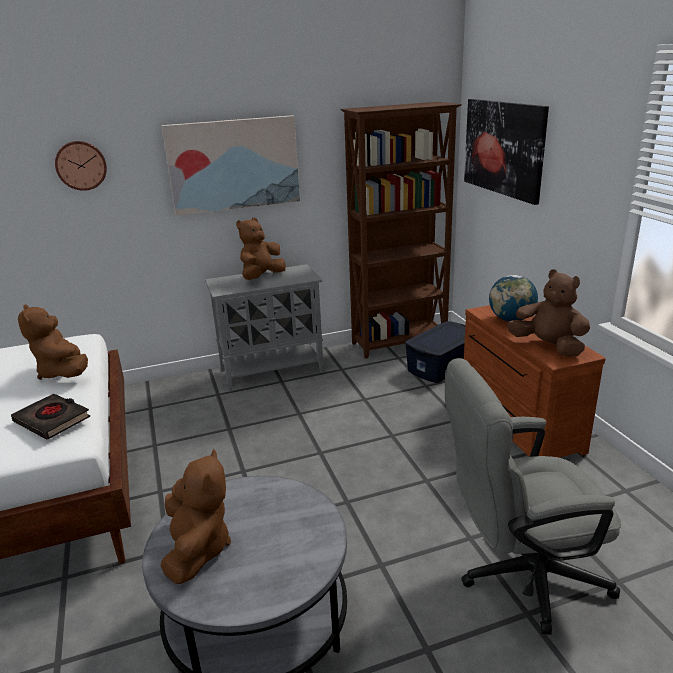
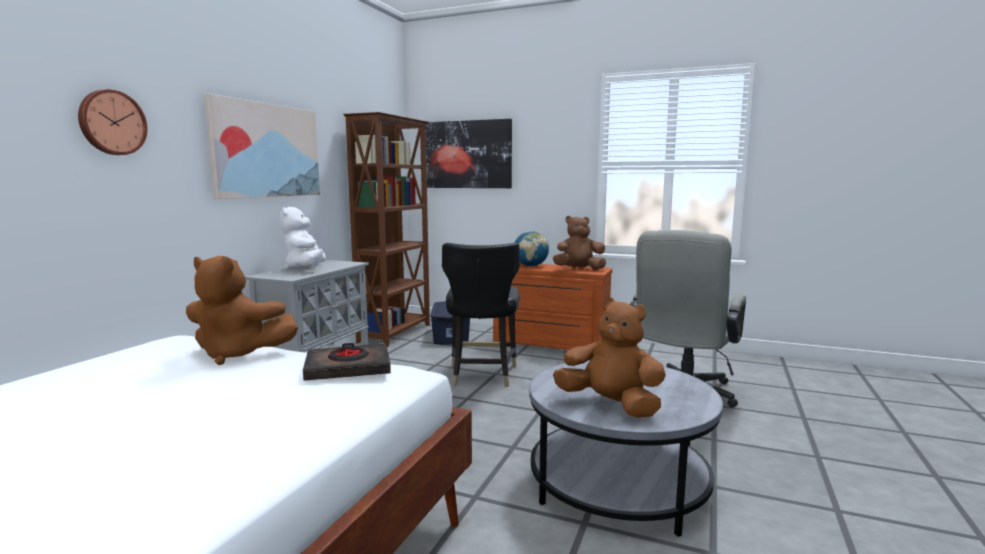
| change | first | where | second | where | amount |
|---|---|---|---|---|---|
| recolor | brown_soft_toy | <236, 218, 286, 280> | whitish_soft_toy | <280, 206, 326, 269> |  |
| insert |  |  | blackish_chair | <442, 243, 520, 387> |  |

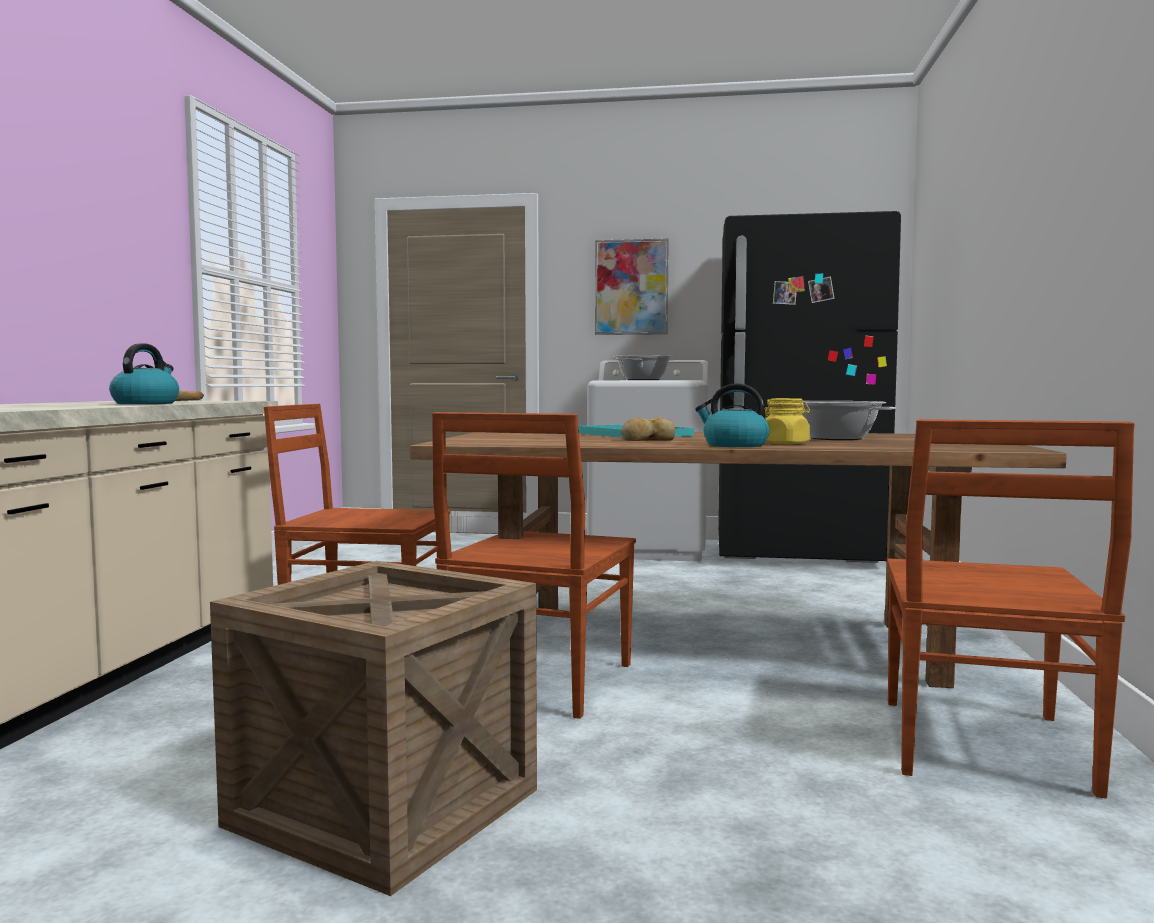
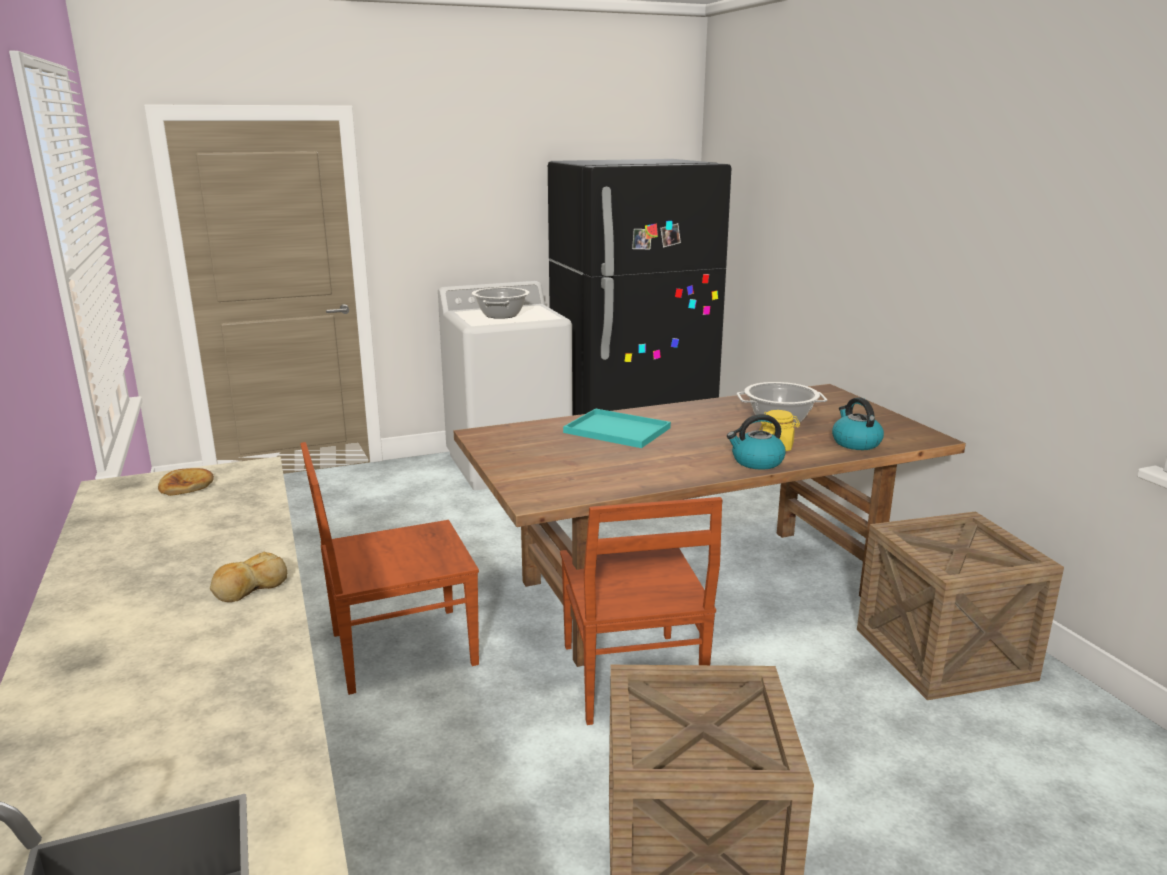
| change | first | where | second | where | amount |
|---|---|---|---|---|---|
| delete | wall_art | <595, 238, 669, 335> |  |  |  |
| move | kettle | <109, 343, 179, 404> |  | <832, 397, 884, 450> |  |
| move | bakery_bread | <621, 417, 675, 441> |  | <210, 551, 287, 602> |  |
| replace | brown_chair | <887, 419, 1135, 798> | packing_crate | <857, 511, 1064, 700> |  |

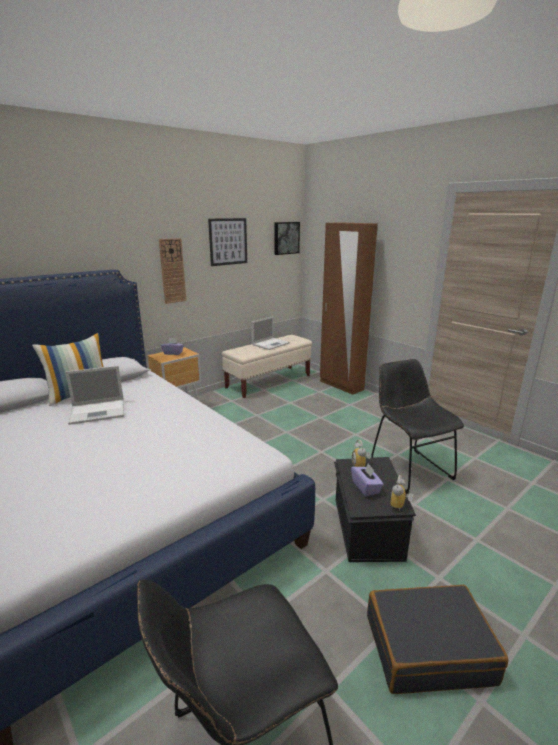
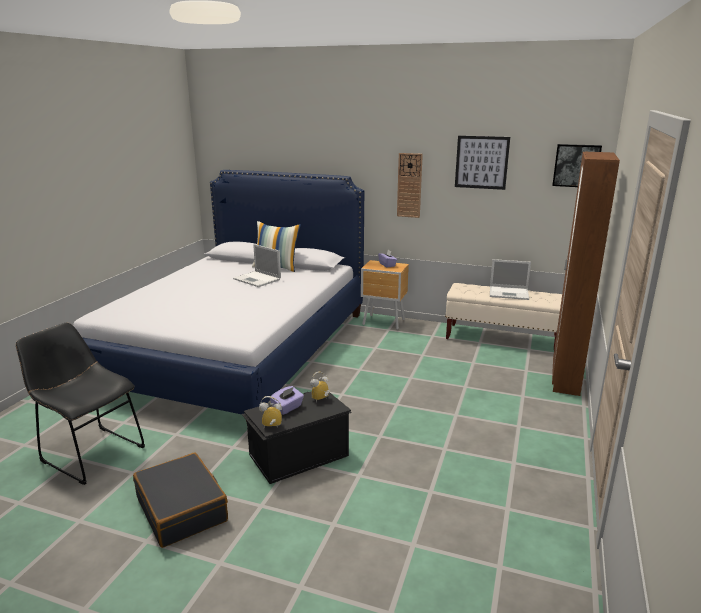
| change | first | where | second | where | amount |
|---|---|---|---|---|---|
| delete | blackish_chair | <371, 359, 464, 494> |  |  |  |

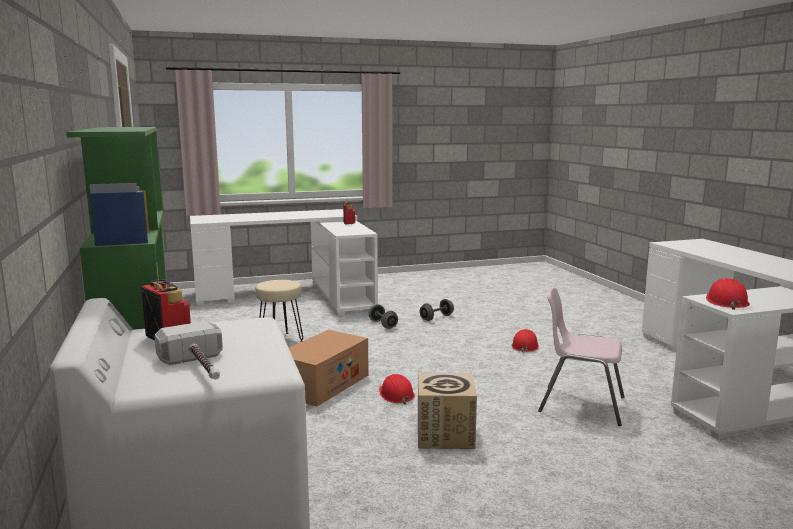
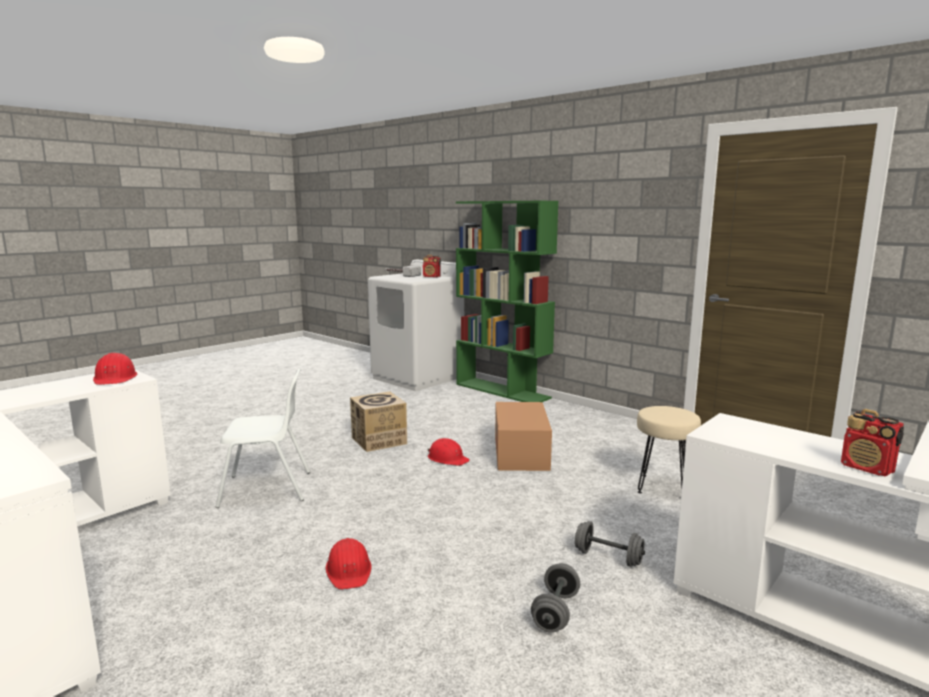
| change | first | where | second | where | amount |
|---|---|---|---|---|---|
| recolor | pink-coloured_chair | <538, 287, 625, 426> | whitish_chair | <216, 369, 310, 508> |  |

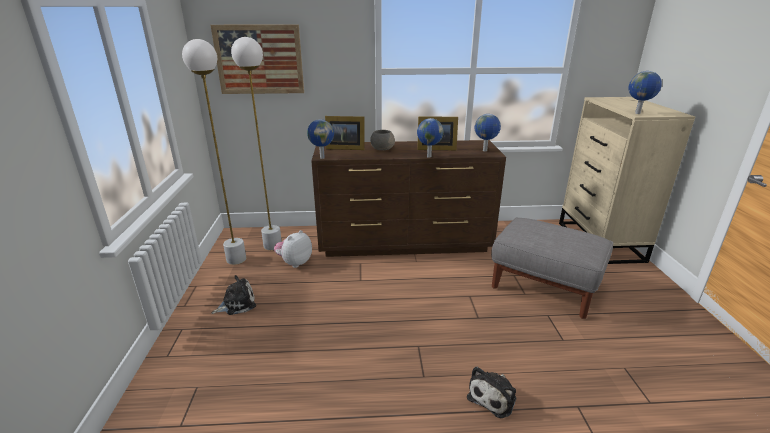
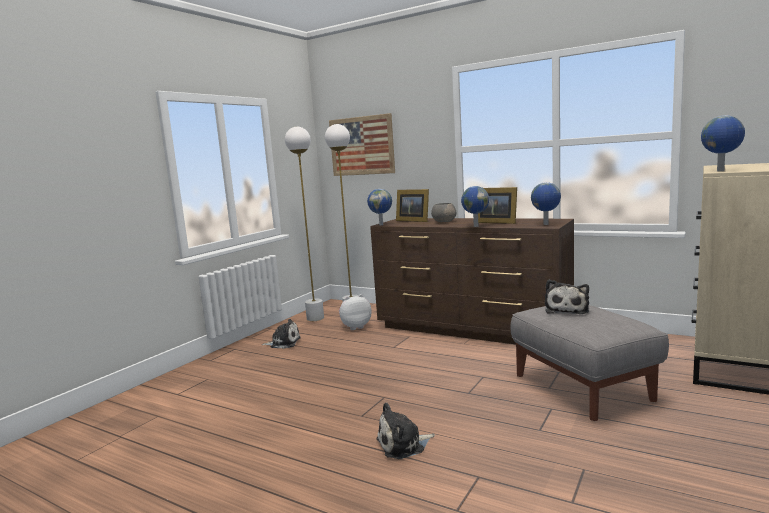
| change | first | where | second | where | amount |
|---|---|---|---|---|---|
| insert |  |  | soft_toy | <545, 280, 589, 314> |  |

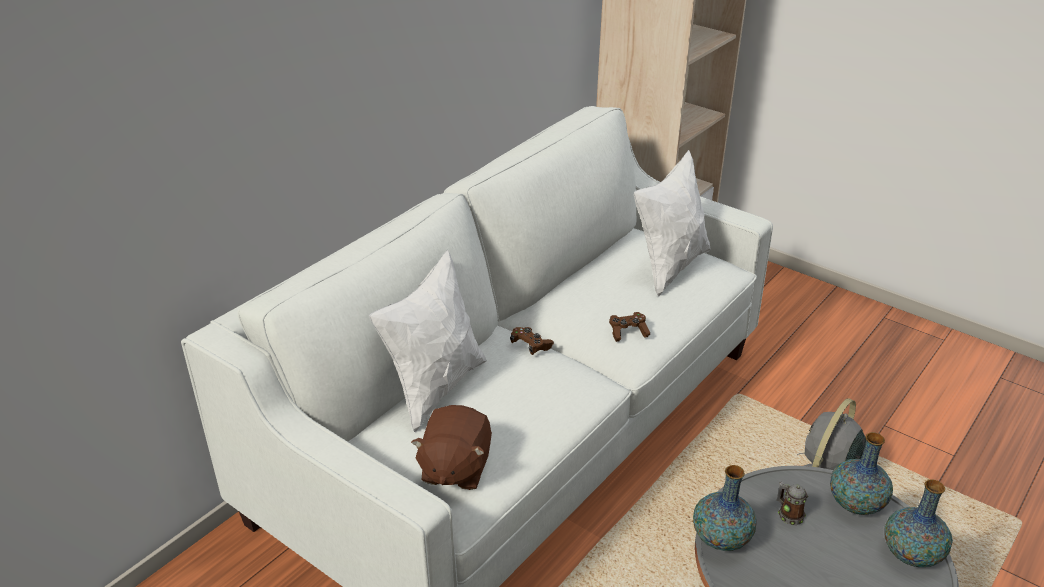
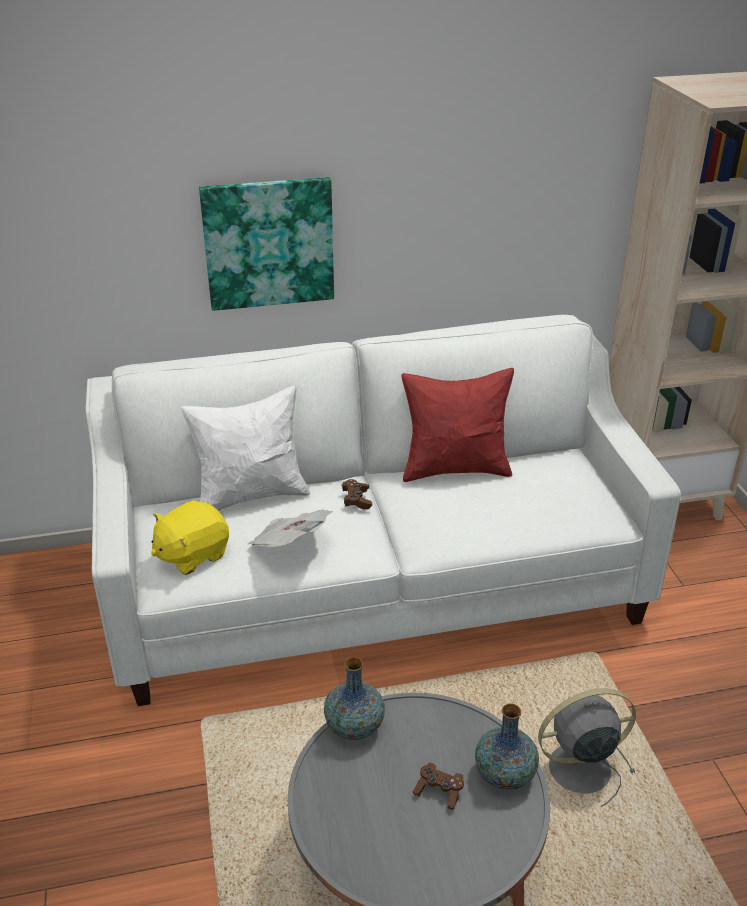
| change | first | where | second | where | amount |
|---|---|---|---|---|---|
| delete | whitish_cushion | <634, 150, 711, 297> |  |  |  |
| move | brown_gamepad | <609, 312, 650, 342> |  | <413, 763, 464, 810> |  |
| recolor | brown_soft_toy | <411, 405, 492, 490> | yellow_soft_toy | <151, 500, 229, 575> |  |
| delete | flower_vase | <884, 479, 953, 567> |  |  |  |
| delete | mug | <776, 482, 808, 525> |  |  |  |
| insert |  |  | wall_art | <199, 177, 334, 311> |  |
| insert |  |  | red_cushion | <402, 368, 514, 482> |  |
| insert |  |  | printed_paper | <248, 510, 333, 547> |  |

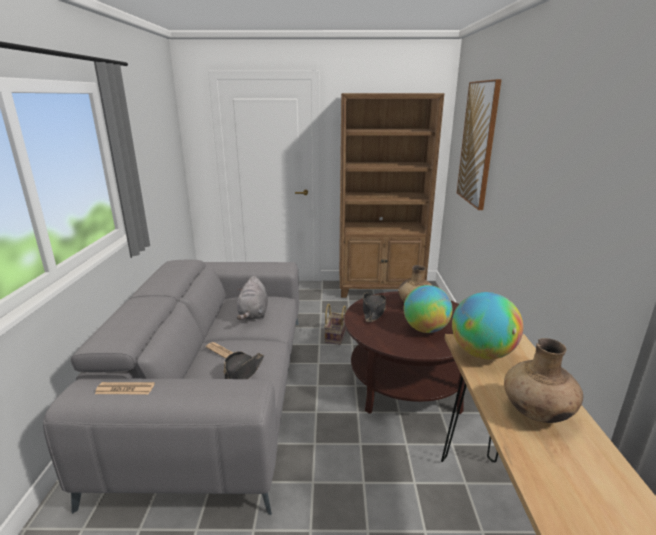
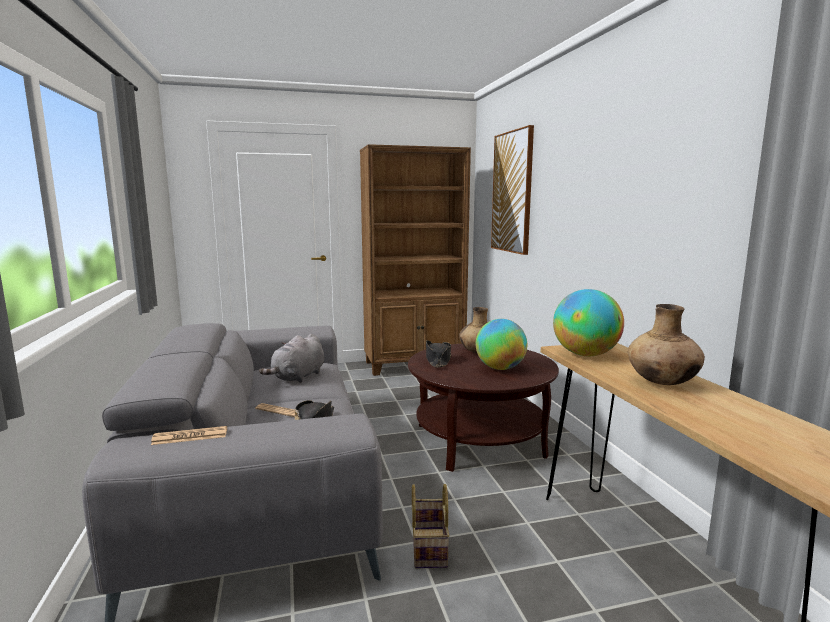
| change | first | where | second | where | amount |
|---|---|---|---|---|---|
| rotate | gray_soft_toy | <237, 276, 268, 320> |  | <259, 334, 324, 383> | 45 degrees clockwise |
| move | basket | <324, 304, 346, 345> |  | <412, 484, 450, 568> |  |

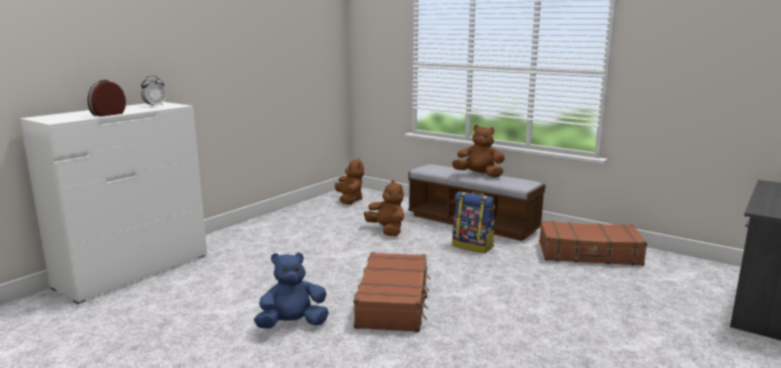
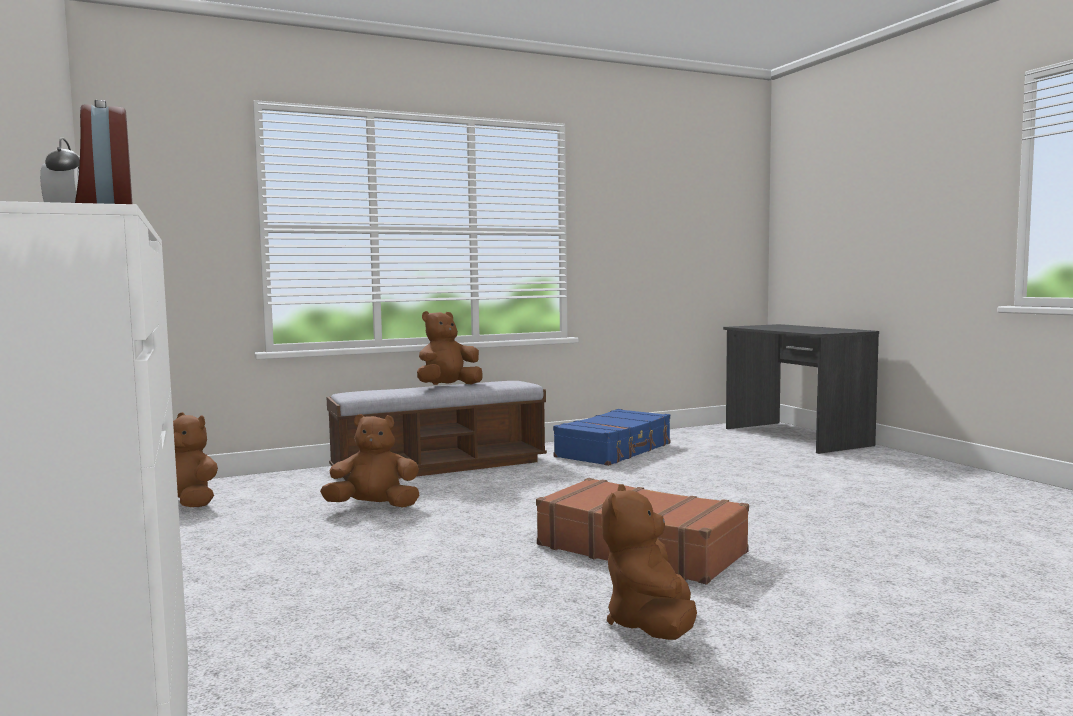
| change | first | where | second | where | amount |
|---|---|---|---|---|---|
| delete | rucksack | <452, 192, 495, 253> |  |  |  |
| recolor | brown_travel_case | <539, 220, 647, 266> | bluish_travel_case | <553, 409, 670, 466> |  |
| recolor | bluish_soft_toy | <254, 252, 329, 329> | brown_soft_toy | <601, 484, 697, 640> |  |

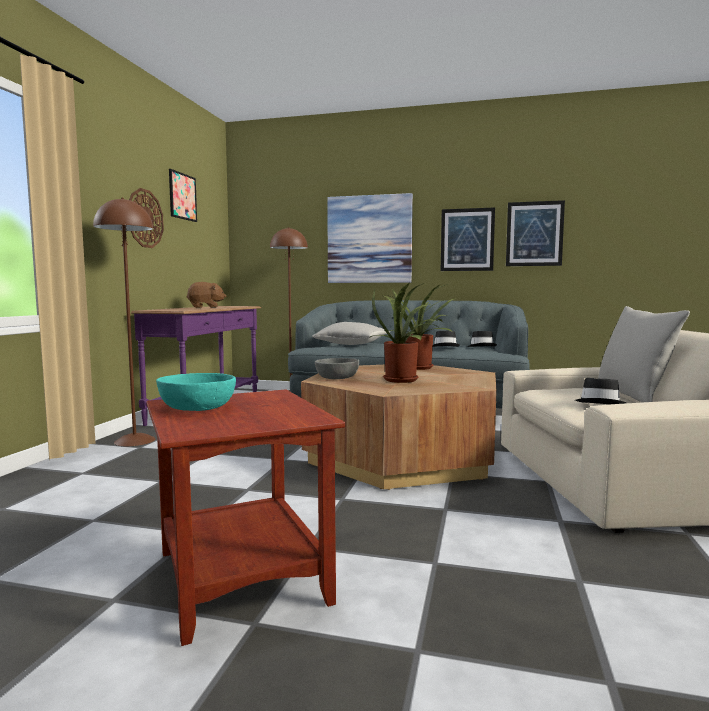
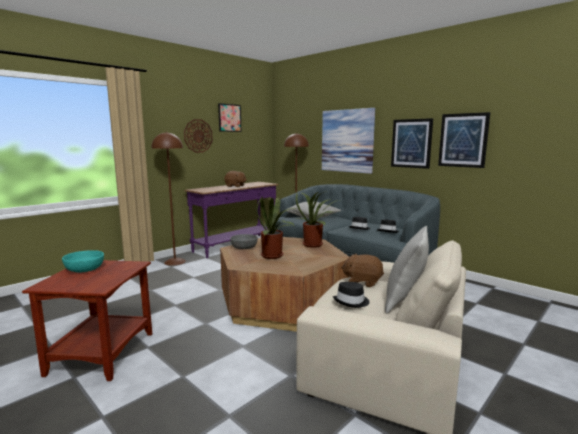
| change | first | where | second | where | amount |
|---|---|---|---|---|---|
| insert |  |  | brown_soft_toy | <341, 254, 384, 287> |  |

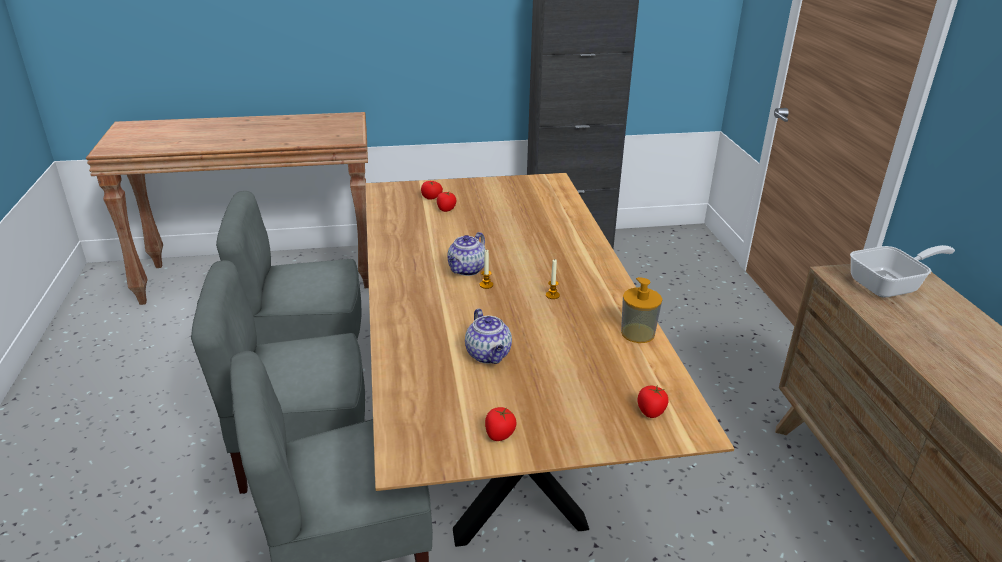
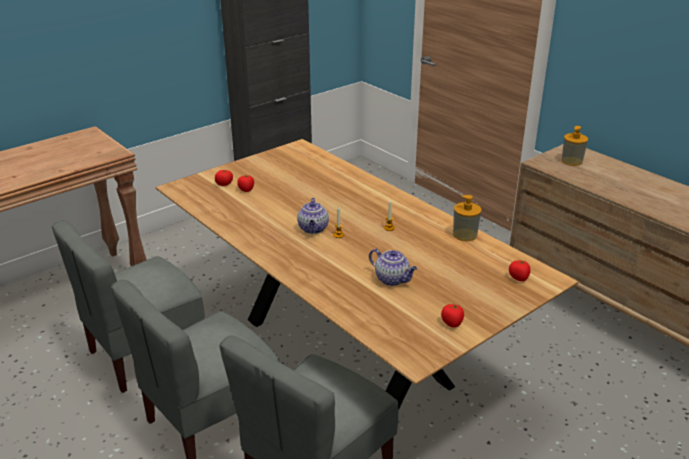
| change | first | where | second | where | amount |
|---|---|---|---|---|---|
| replace | frying_pan | <850, 245, 955, 297> | soap_dispenser | <562, 126, 588, 166> |  |

